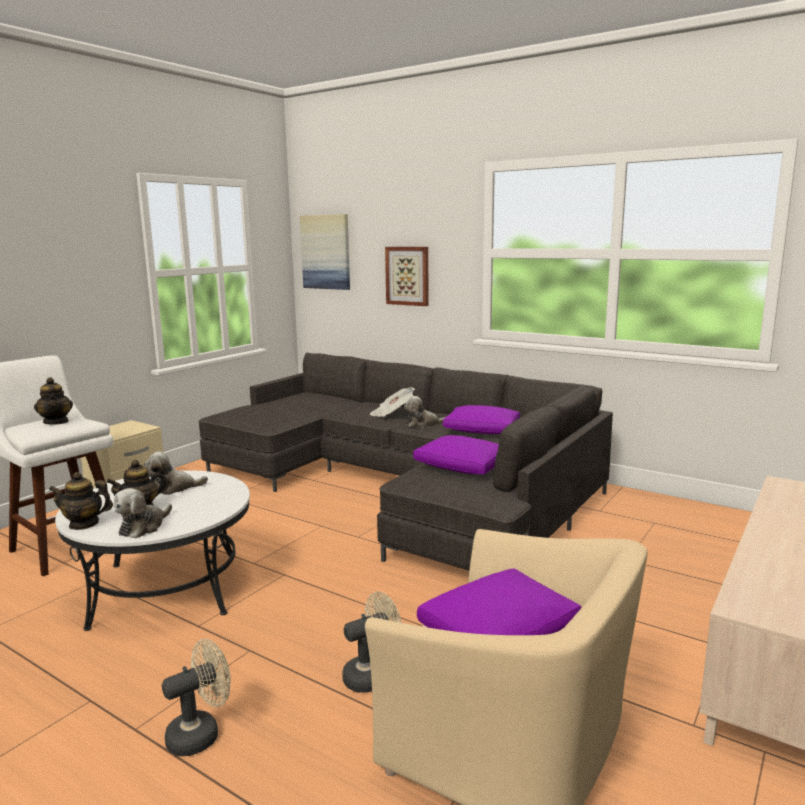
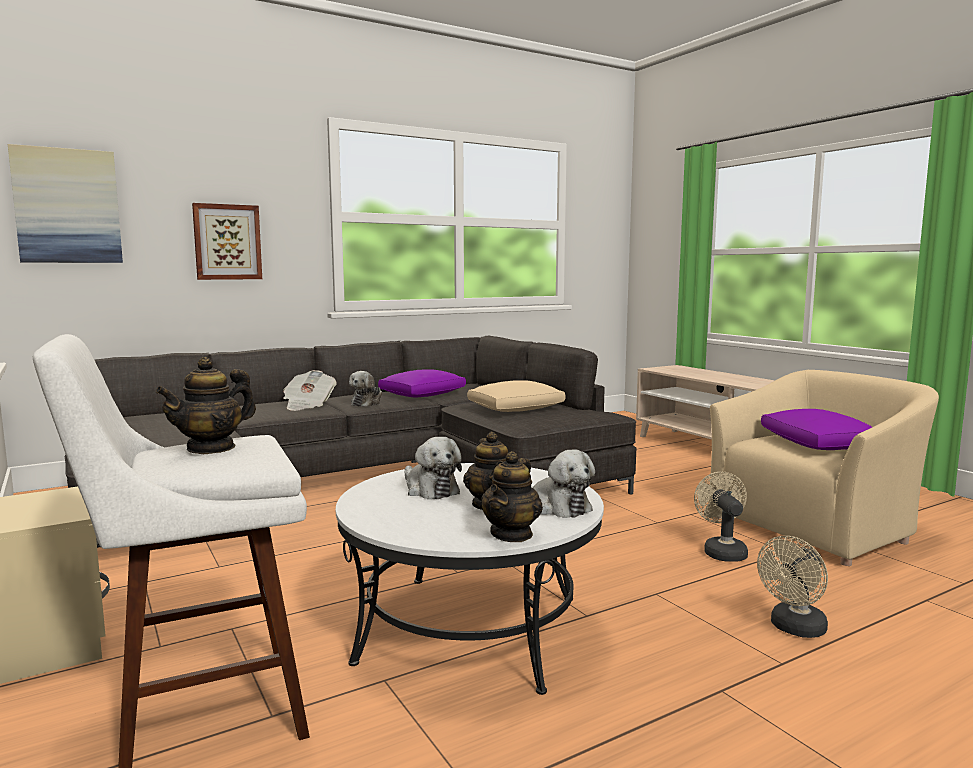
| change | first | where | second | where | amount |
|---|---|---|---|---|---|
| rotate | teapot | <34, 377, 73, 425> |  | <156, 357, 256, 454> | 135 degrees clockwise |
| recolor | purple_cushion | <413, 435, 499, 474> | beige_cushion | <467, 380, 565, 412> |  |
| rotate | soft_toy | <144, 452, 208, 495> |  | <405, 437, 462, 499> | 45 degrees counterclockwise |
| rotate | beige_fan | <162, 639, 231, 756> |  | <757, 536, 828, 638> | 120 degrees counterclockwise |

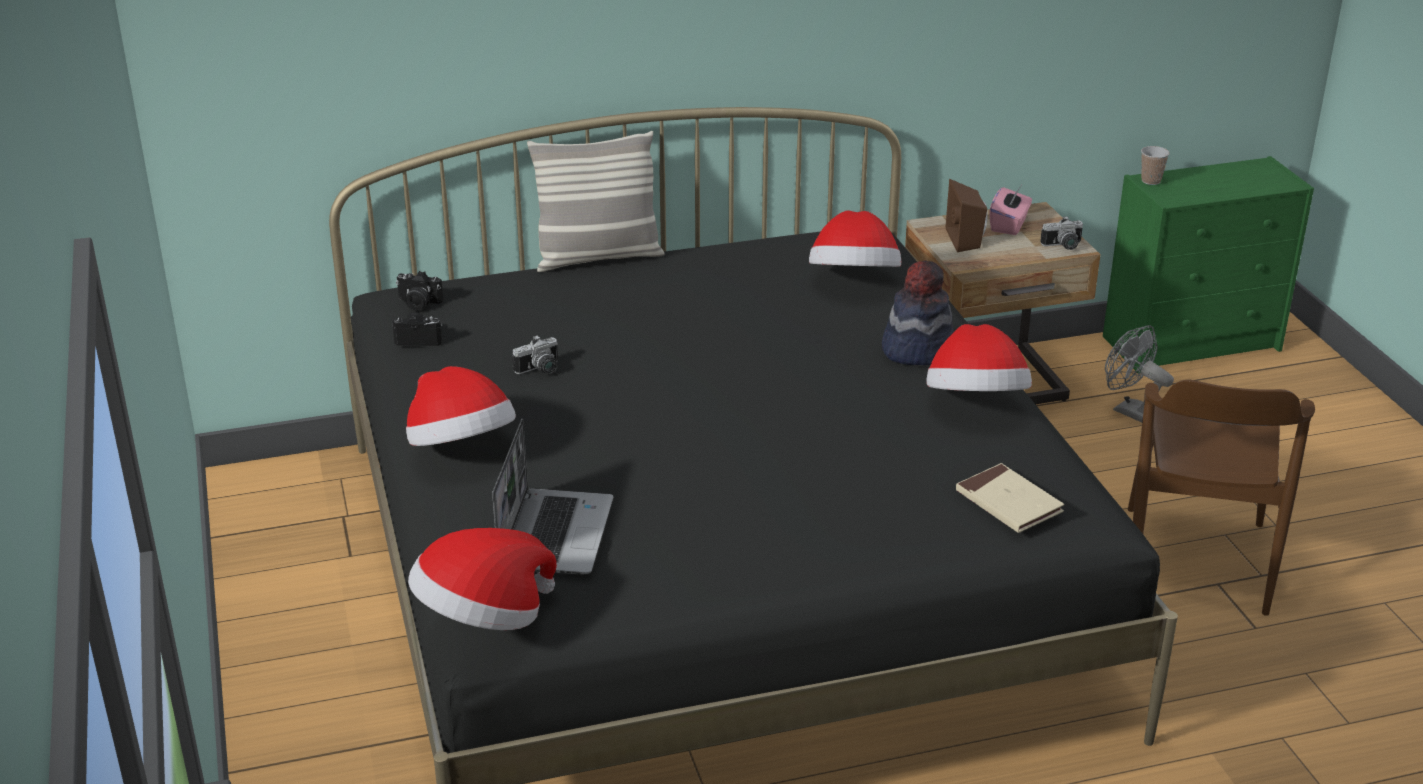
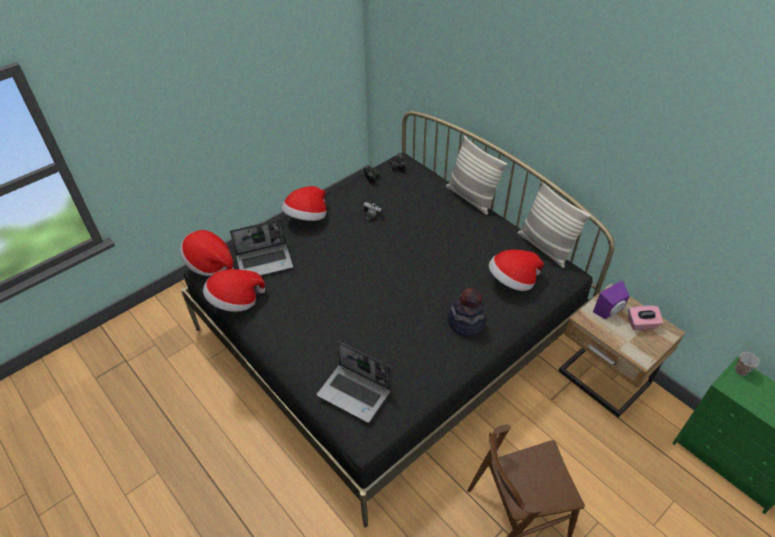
| change | first | where | second | where | amount |
|---|---|---|---|---|---|
| recolor | brown_speaker | <946, 179, 988, 252> | purple_speaker | <593, 280, 630, 319> |  |
| delete | still_camera | <1040, 216, 1083, 250> |  |  |  |
| move | wearable_hat | <926, 324, 1032, 391> |  | <203, 269, 265, 312> |  |
| delete | gray_fan | <1105, 325, 1174, 423> |  |  |  |
| replace | beige_book | <956, 463, 1064, 533> | laptop | <317, 341, 391, 423> |  |
| insert |  |  | cushion | <517, 182, 591, 268> |  |

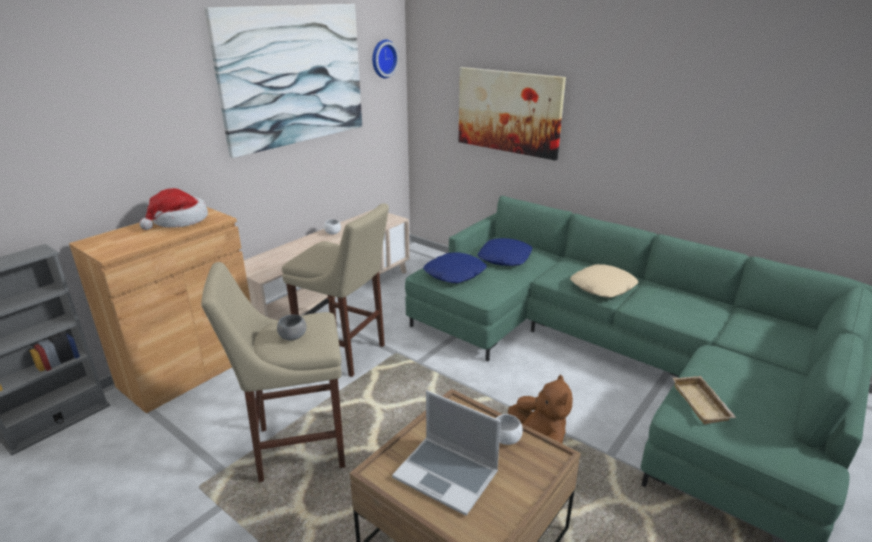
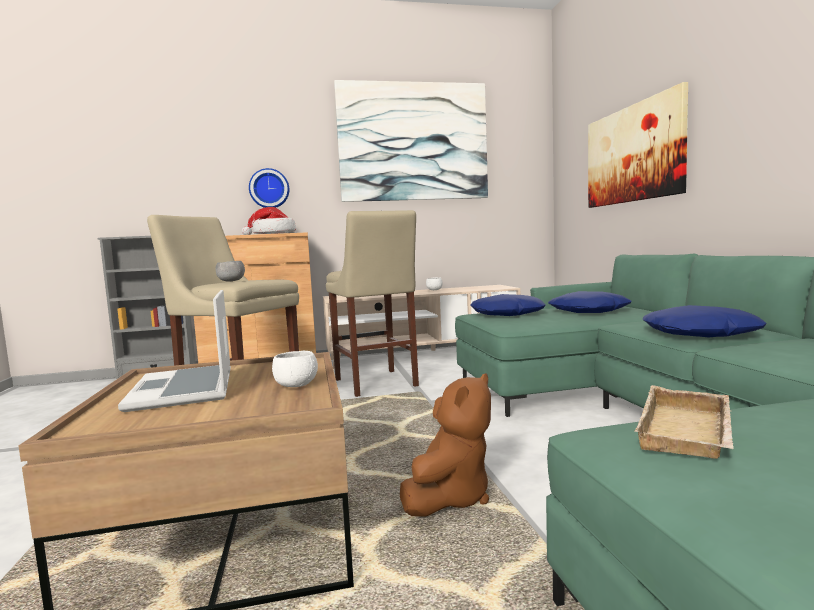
| change | first | where | second | where | amount |
|---|---|---|---|---|---|
| move | hanging_clock | <372, 40, 399, 78> |  | <249, 168, 289, 208> |  |
| recolor | beige_cushion | <570, 264, 638, 298> | bluish_cushion | <643, 305, 767, 337> |  |

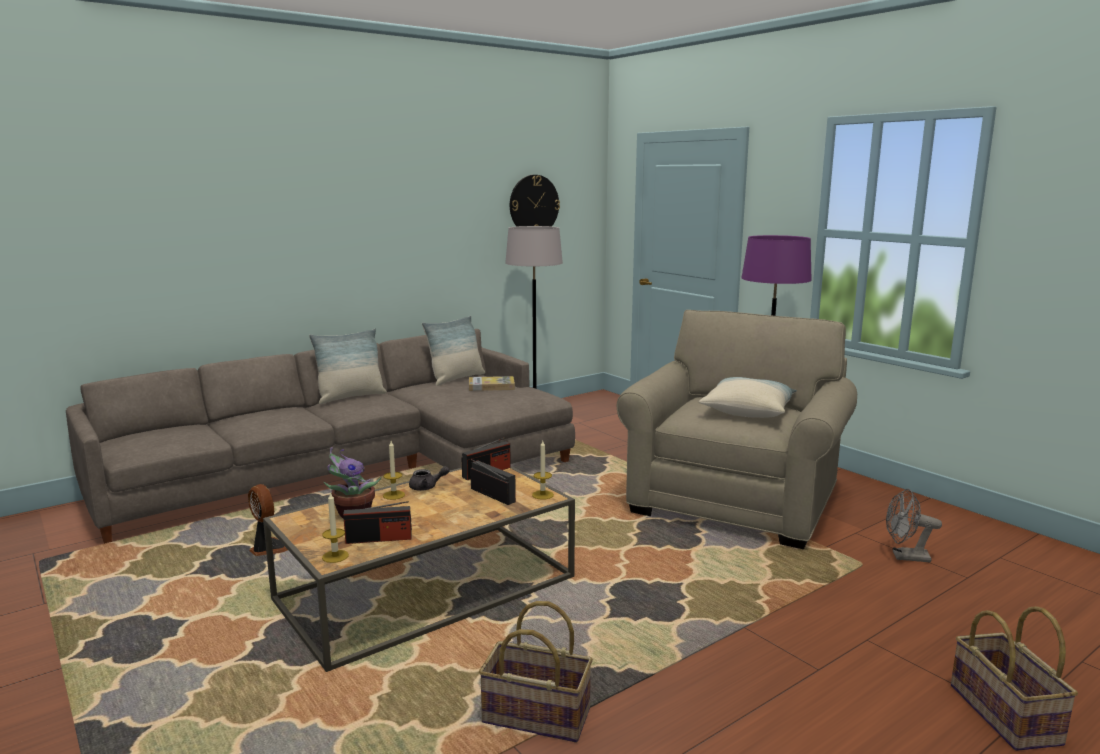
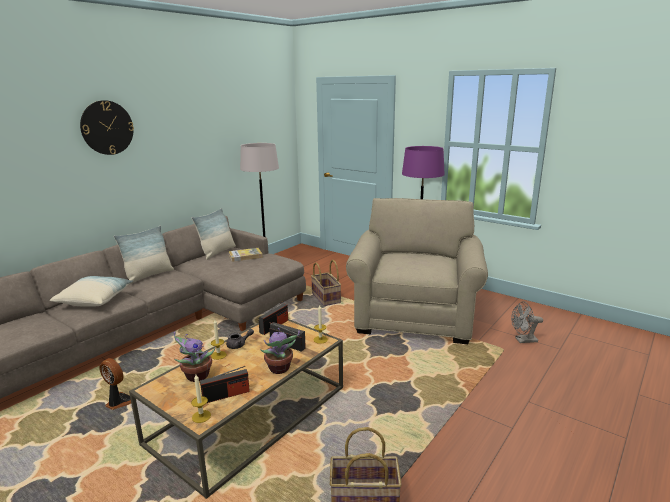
| change | first | where | second | where | amount |
|---|---|---|---|---|---|
| move | hanging_clock | <510, 175, 560, 227> |  | <80, 100, 134, 155> |  |
| move | cushion | <699, 377, 797, 418> |  | <50, 276, 133, 307> |  |
| move | basket | <951, 606, 1078, 751> |  | <311, 260, 341, 306> |  |
| insert |  |  | plant_in_a_pot | <260, 328, 300, 374> |  |

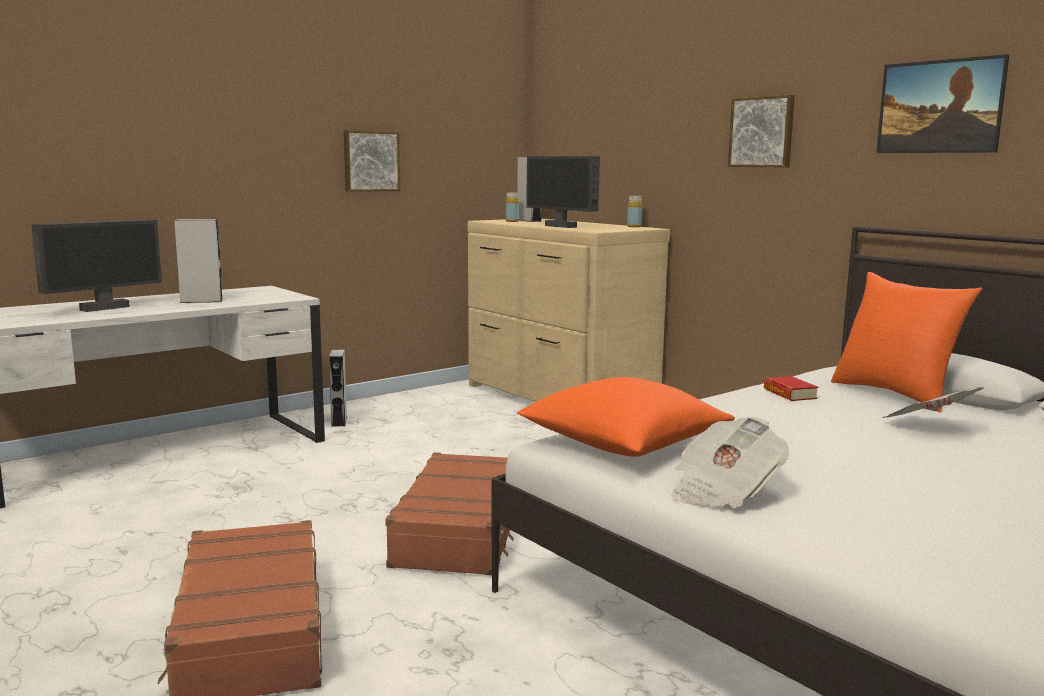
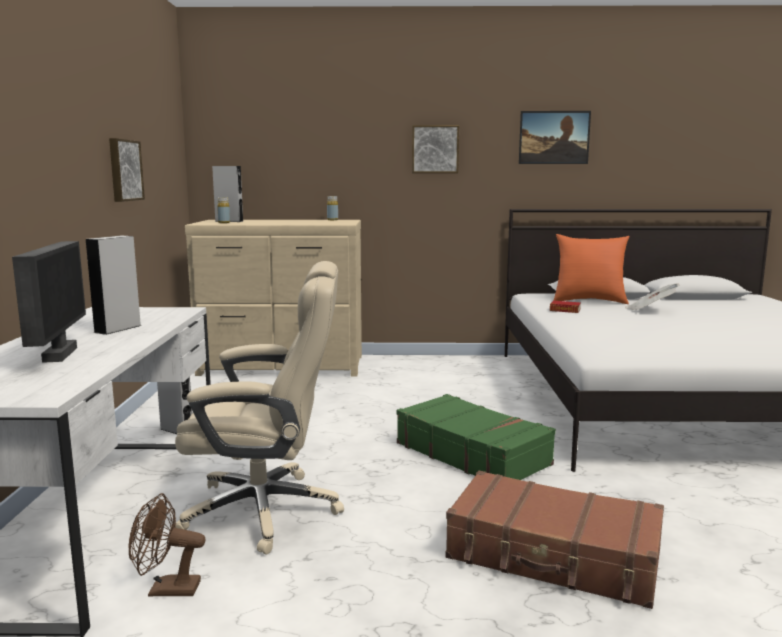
| change | first | where | second | where | amount |
|---|---|---|---|---|---|
| delete | computer_screen | <526, 156, 600, 228> |  |  |  |
| delete | orange_cushion | <517, 377, 735, 457> |  |  |  |
| delete | printed_paper | <671, 417, 789, 508> |  |  |  |
| recolor | brown_travel_case | <385, 452, 514, 576> | green-coloured_travel_case | <397, 394, 556, 480> |  |
| insert |  |  | beige_office_chair | <175, 261, 344, 554> |  |
| insert |  |  | brown_fan | <129, 493, 206, 597> |  |

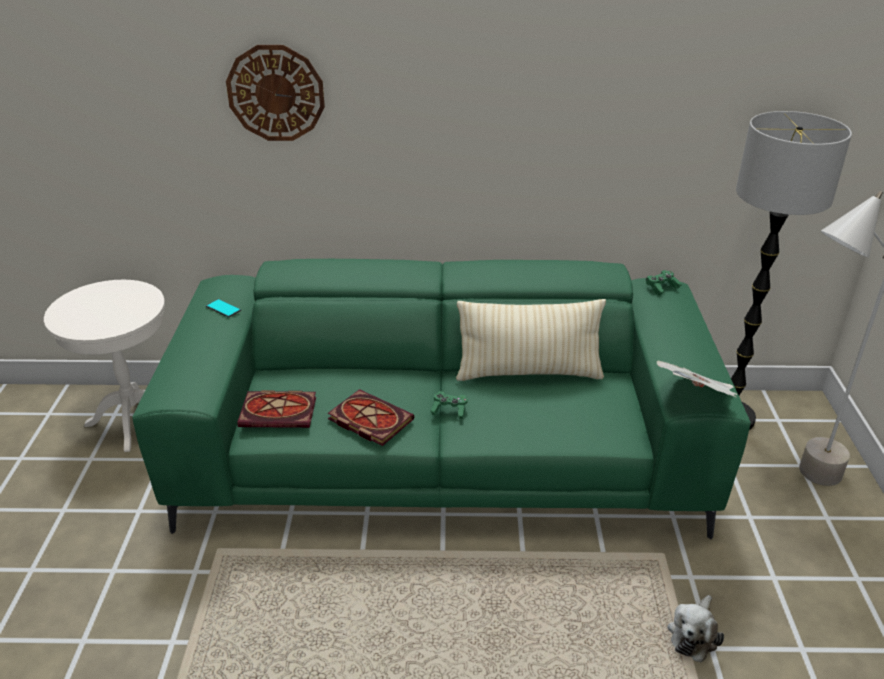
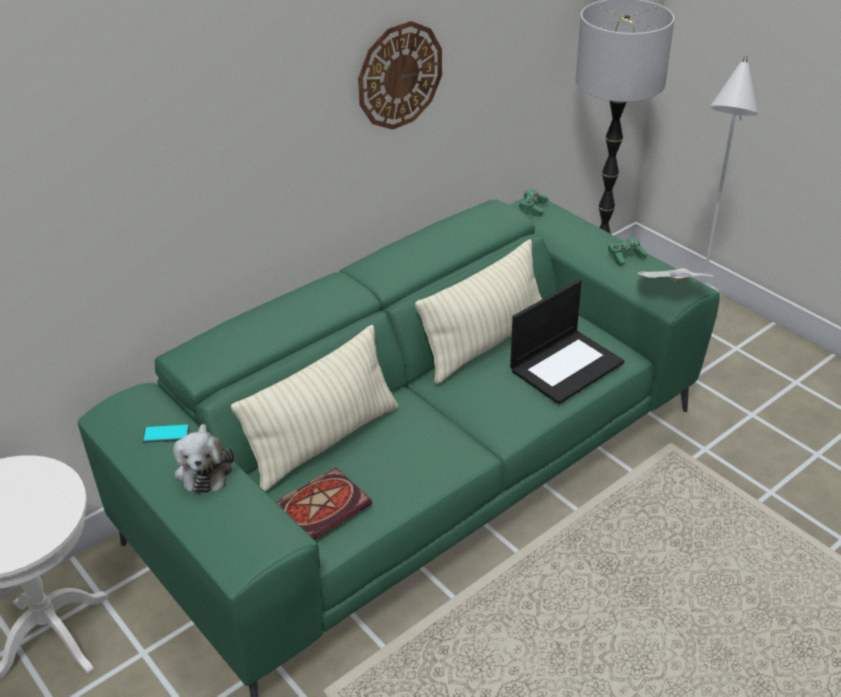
| change | first | where | second | where | amount |
|---|---|---|---|---|---|
| move | hanging_clock | <226, 45, 325, 141> |  | <358, 21, 442, 130> |  |
| delete | book | <327, 389, 414, 446> |  |  |  |
| move | green-coloured_gamepad | <430, 391, 468, 419> |  | <608, 237, 647, 266> |  |
| move | soft_toy | <667, 595, 724, 663> |  | <173, 424, 234, 494> |  |
| insert |  |  | laptop | <510, 279, 624, 404> |  |
| insert |  |  | beige_cushion | <231, 325, 398, 491> |  |

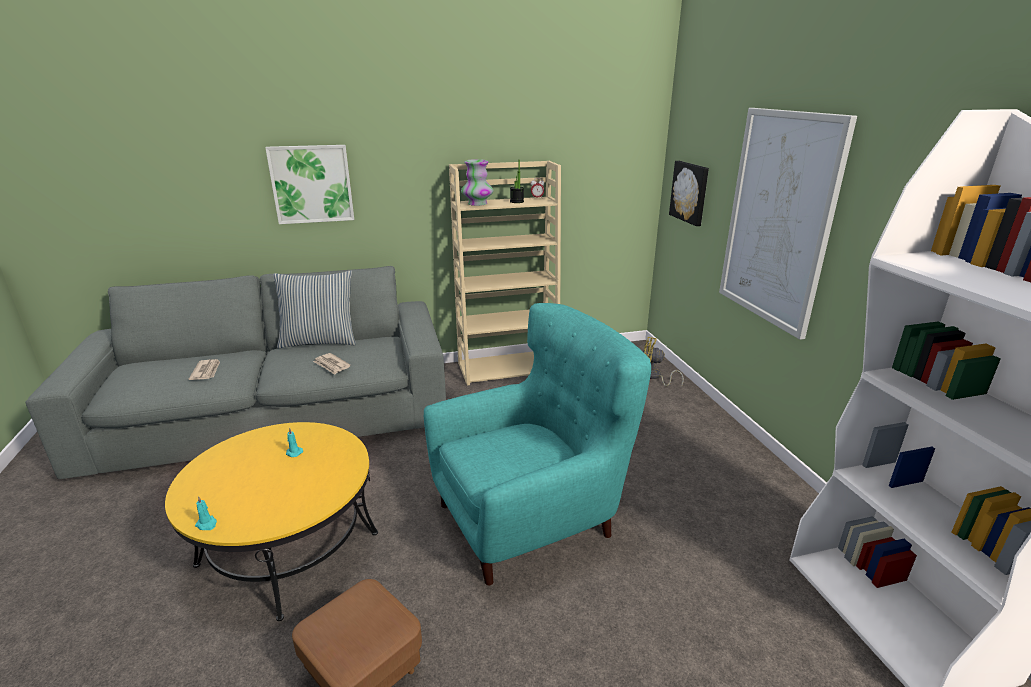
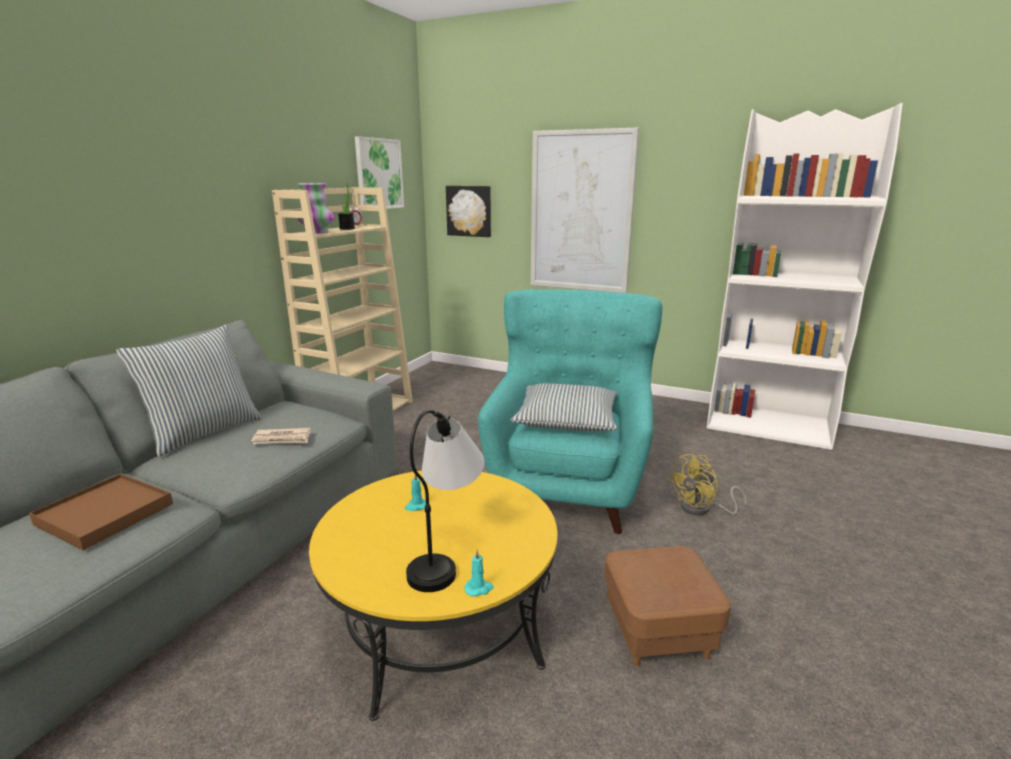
| change | first | where | second | where | amount |
|---|---|---|---|---|---|
| move | wall_art | <265, 145, 354, 224> |  | <355, 136, 404, 209> |  |
| move | yellow_fan | <643, 337, 684, 387> |  | <668, 454, 747, 515> |  |
| replace | printed_paper | <189, 359, 220, 380> | brown_serving_tray | <29, 474, 173, 550> |  |
| insert |  |  | cushion | <510, 383, 617, 431> |  |
| insert |  |  | table_lamp | <406, 410, 485, 592> |  |

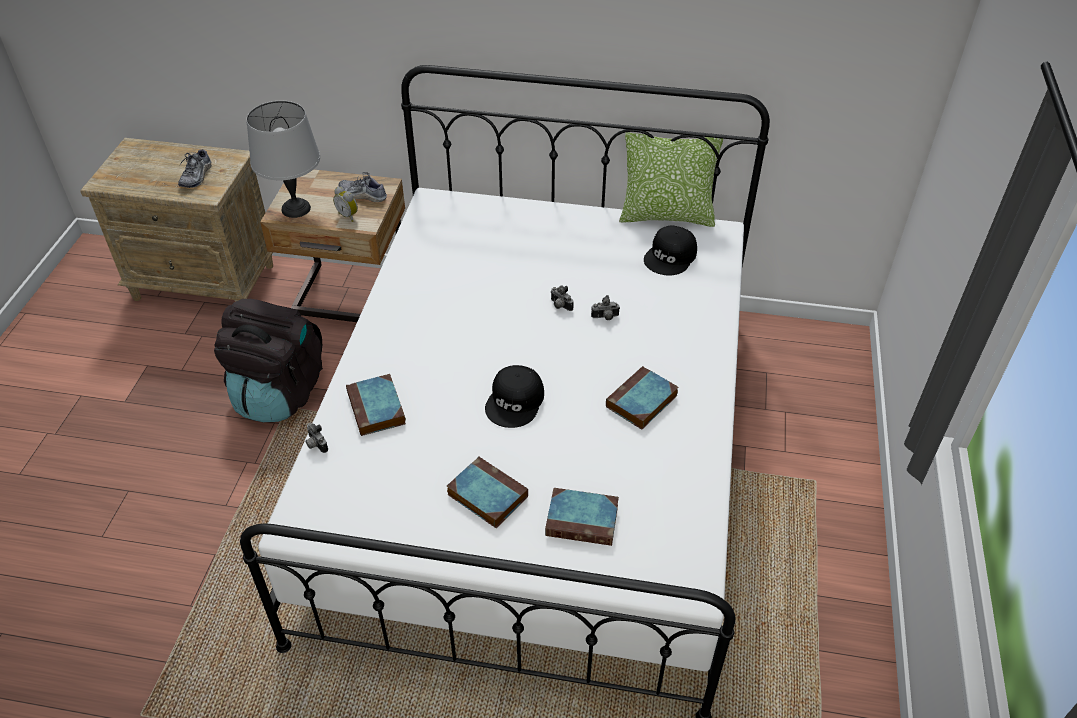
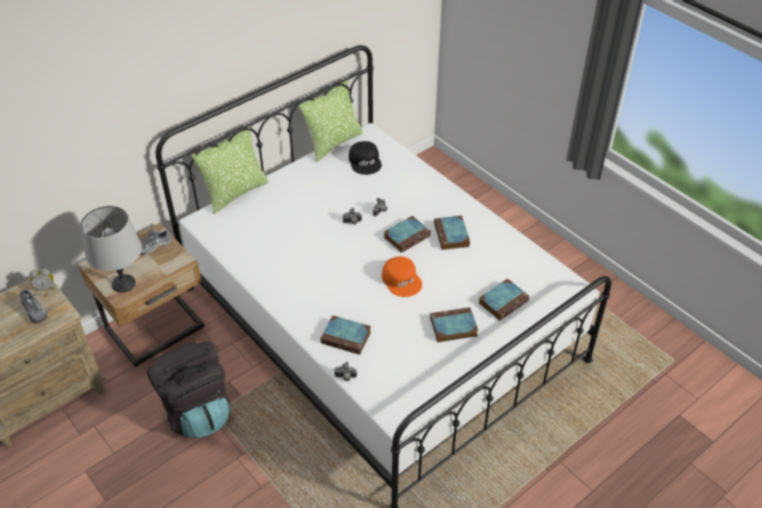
| change | first | where | second | where | amount |
|---|---|---|---|---|---|
| move | bedside_clock | <333, 187, 358, 222> |  | <29, 269, 55, 291> |  |
| recolor | blackish_peaked_cap | <485, 365, 544, 428> | orange_peaked_cap | <382, 257, 422, 297> |  |
| insert |  |  | cushion | <192, 127, 269, 214> |  |
| insert |  |  | book | <384, 216, 431, 253> |  |

